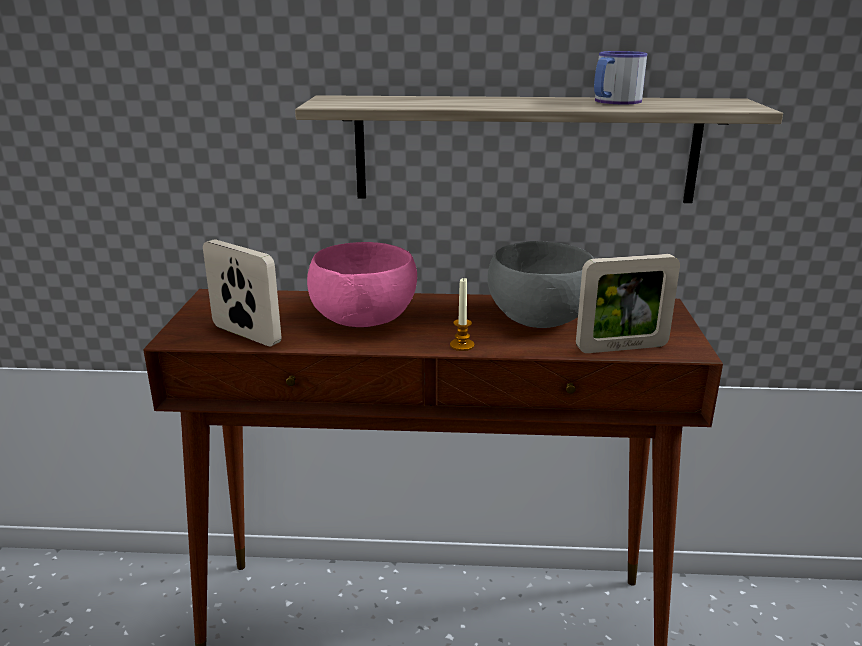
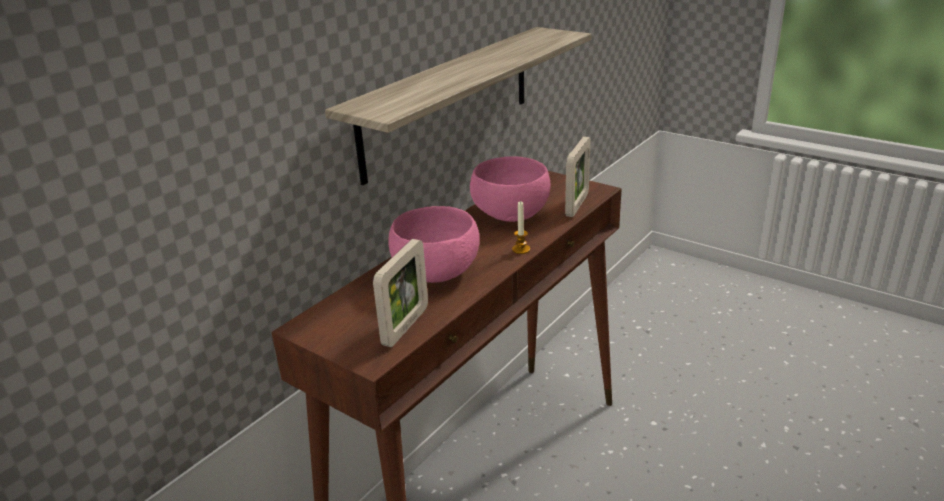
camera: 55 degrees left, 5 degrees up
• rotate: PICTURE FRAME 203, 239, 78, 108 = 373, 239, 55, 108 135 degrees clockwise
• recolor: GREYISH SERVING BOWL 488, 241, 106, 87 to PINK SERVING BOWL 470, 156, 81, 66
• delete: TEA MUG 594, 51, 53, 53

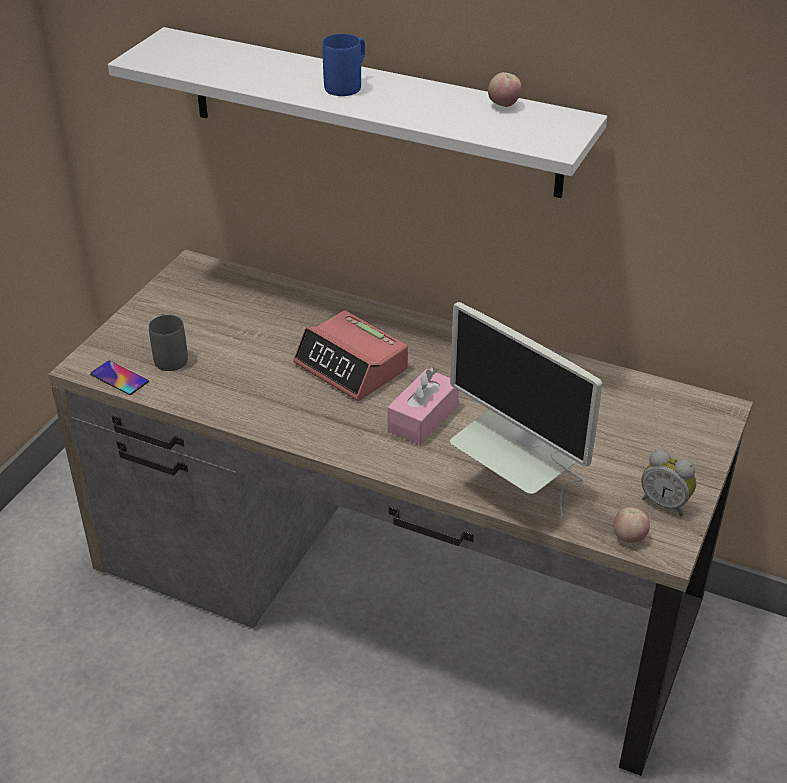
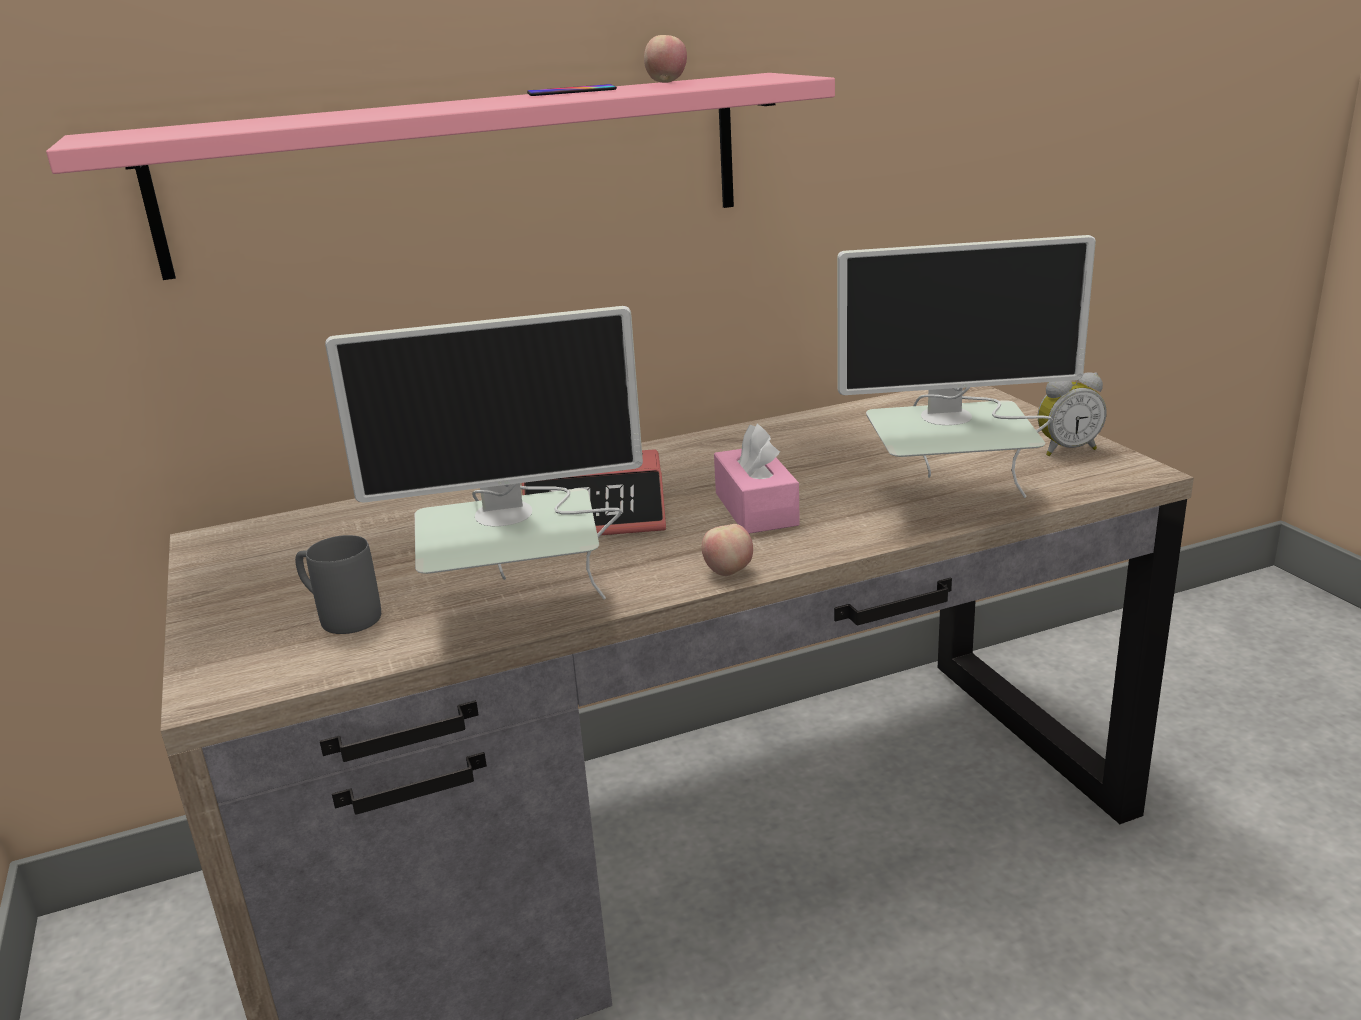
camera: 45 degrees left, 15 degrees down
• recolor: WHITISH BRACKET SHELF 108, 27, 499, 171 to PINK BRACKET SHELF 46, 73, 789, 207
• insert: COMPUTER DISPLAY 325, 306, 318, 294
• move: PHONE 90, 361, 59, 34 to 527, 84, 90, 12
• move: WHOLE APPLE 614, 507, 36, 36 to 702, 524, 51, 52
• delete: BLUISH TEA MUG 323, 34, 42, 62

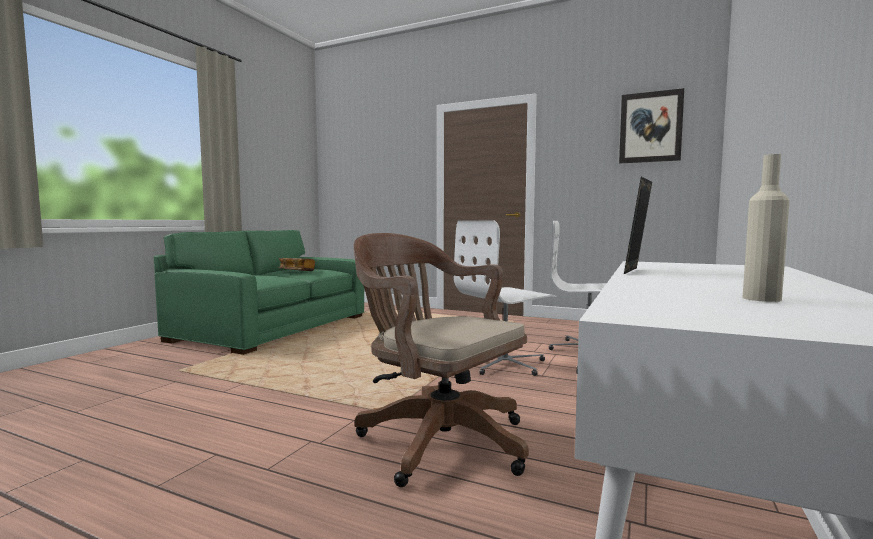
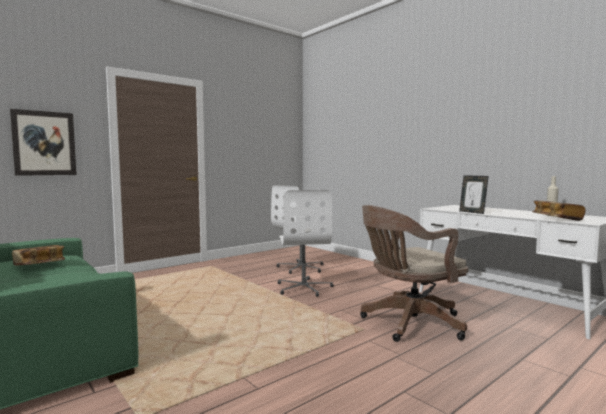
camera: 65 degrees left, 0 degrees up
• move: WALL ART 619, 88, 65, 76 to 10, 109, 67, 67
• insert: BOUND BOOK 532, 200, 54, 21

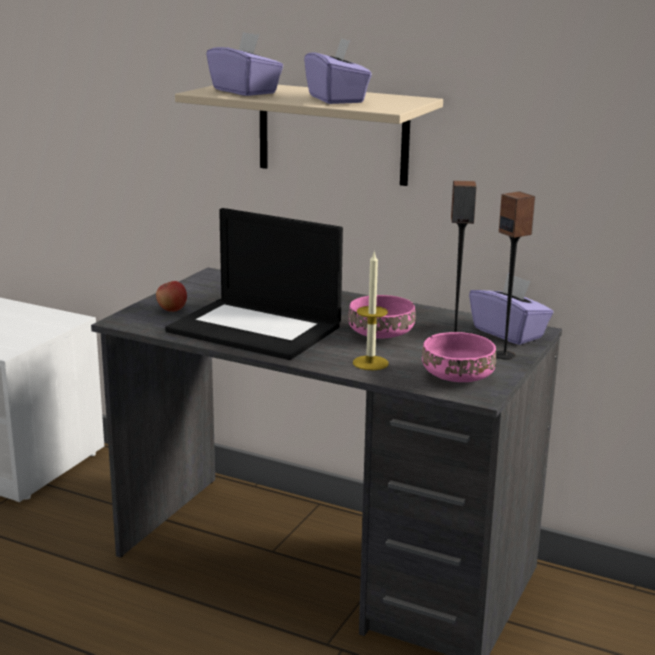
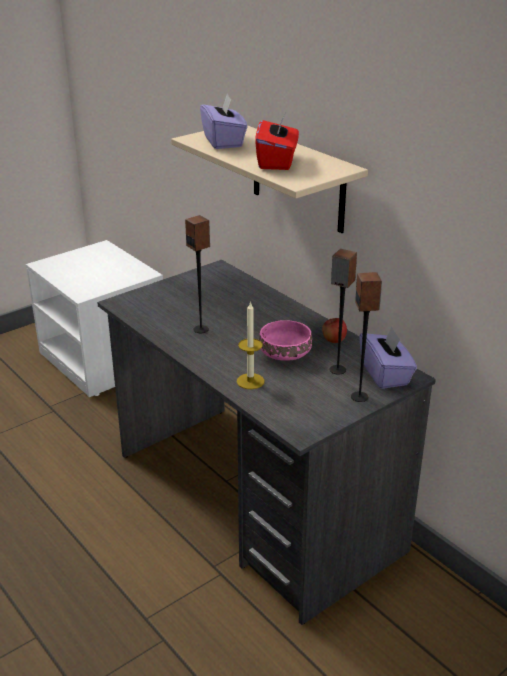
camera: 25 degrees right, 10 degrees up
• replace: PORTABLE COMPUTER 165, 208, 178, 152 to AUDIO SPEAKER 185, 215, 25, 118
• recolor: PURPLE-COLOURED BOX OF TISSUES 304, 38, 68, 66 to RED BOX OF TISSUES 255, 111, 44, 59
• move: WHOLE APPLE 156, 281, 31, 31 to 322, 318, 25, 25
• delete: PINK SERVING BOWL 422, 332, 74, 50

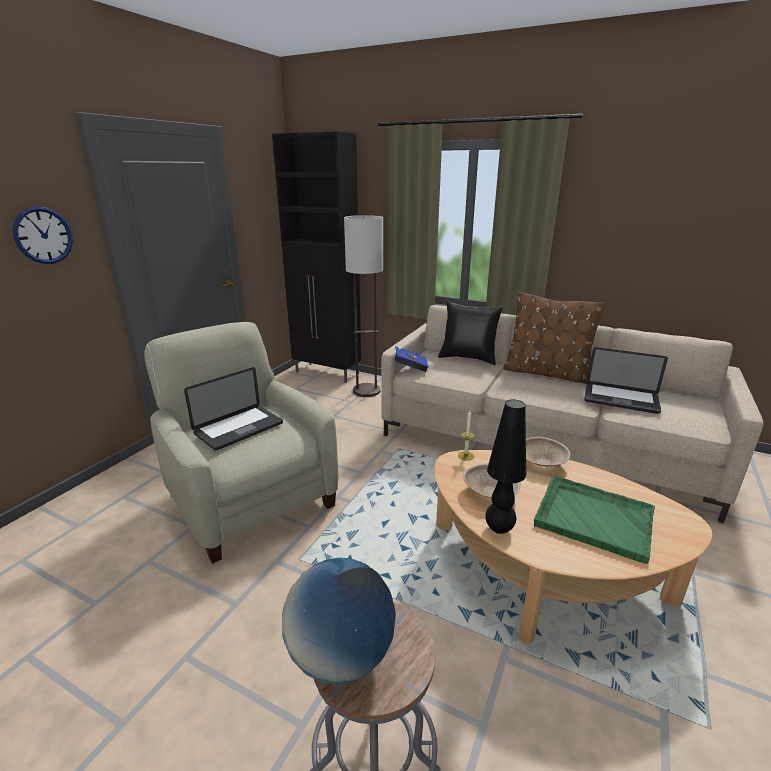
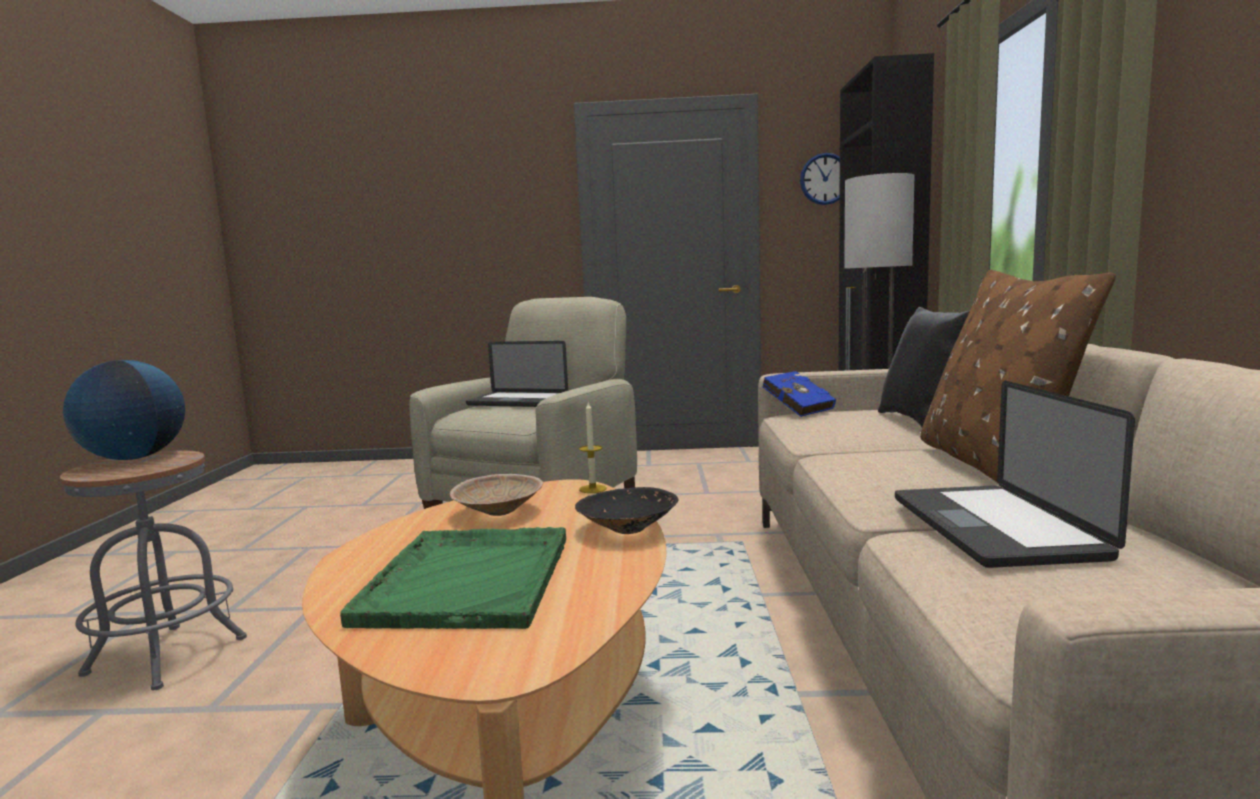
camera: 65 degrees right, 15 degrees down
• recolor: BEIGE-COLOURED SERVING BOWL 526, 437, 45, 30 to BLACK-COLOURED SERVING BOWL 575, 487, 104, 47
• move: WALL CLOCK 12, 206, 61, 58 to 800, 153, 40, 52
• delete: BLACK-COLOURED TABLETOP LAMP 485, 399, 41, 135

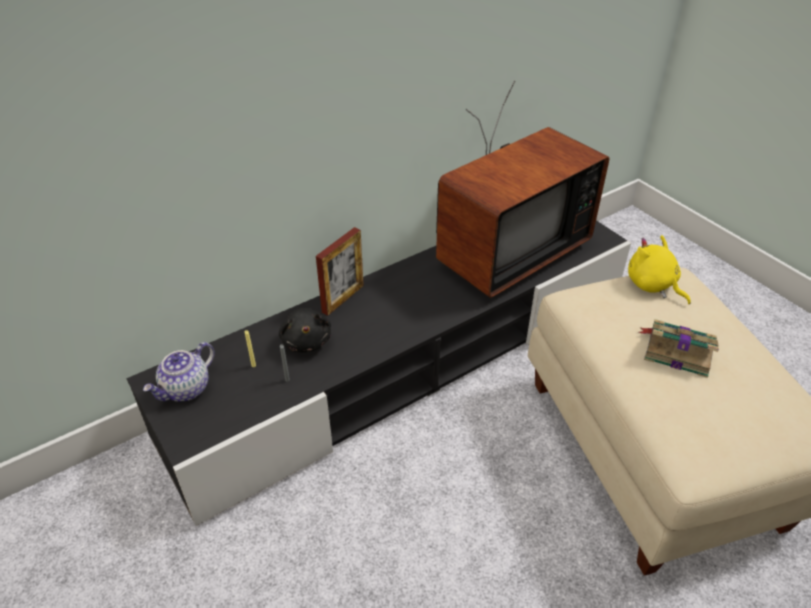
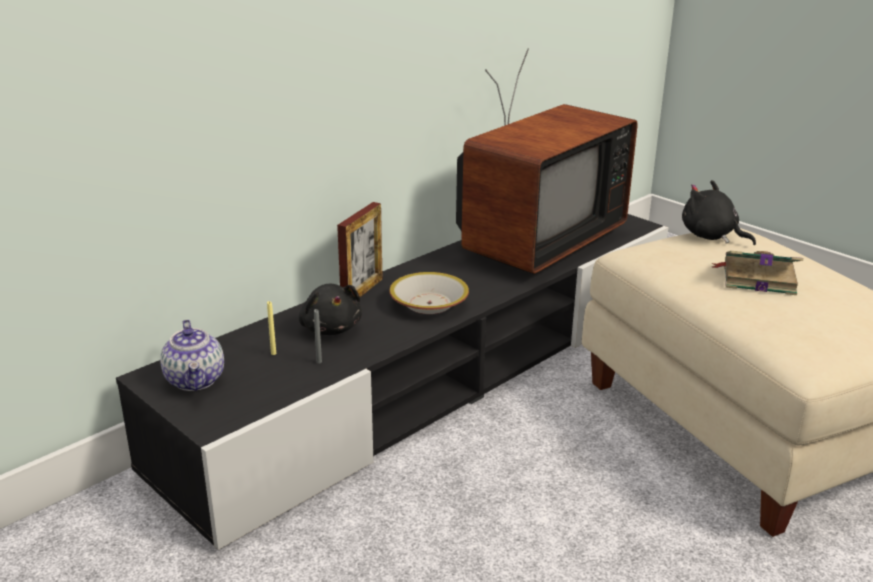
camera: 10 degrees left, 15 degrees down
• rotate: POT FOR TEA 143, 342, 72, 60 = 160, 320, 64, 71 45 degrees counterclockwise
• insert: SERVING BOWL 389, 272, 80, 42
• recolor: YELLOW-COLOURED PLUSH TOY 628, 235, 63, 69 to BLACK-COLOURED PLUSH TOY 682, 180, 74, 65

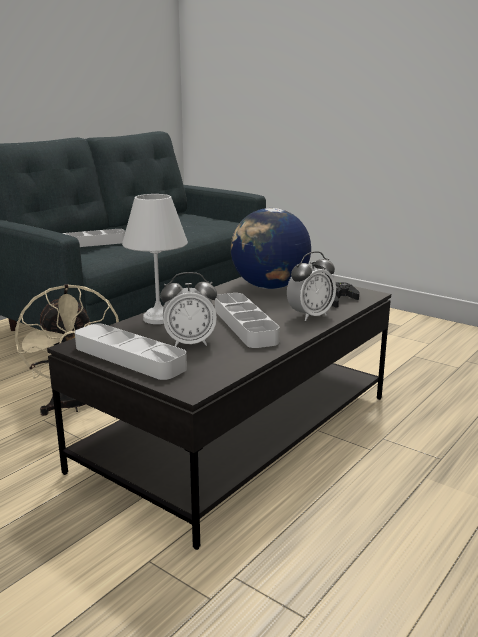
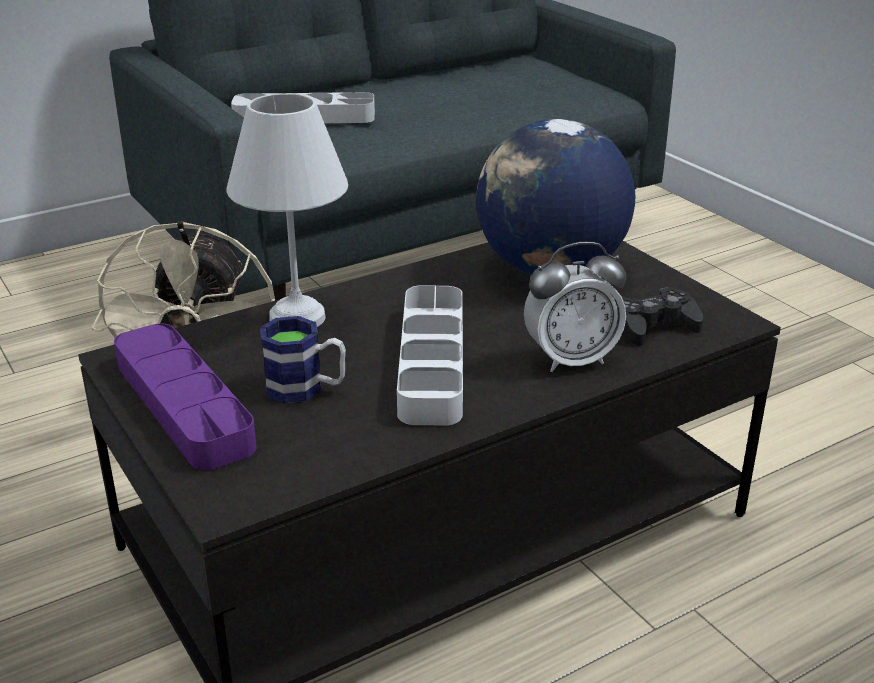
camera: 20 degrees right, 10 degrees up
• recolor: GREYISH SERVING TRAY 75, 323, 112, 57 to PURPLE-COLOURED SERVING TRAY 114, 324, 142, 146
• replace: TABLE CLOCK 160, 272, 57, 75 to TEA MUG 260, 316, 86, 87

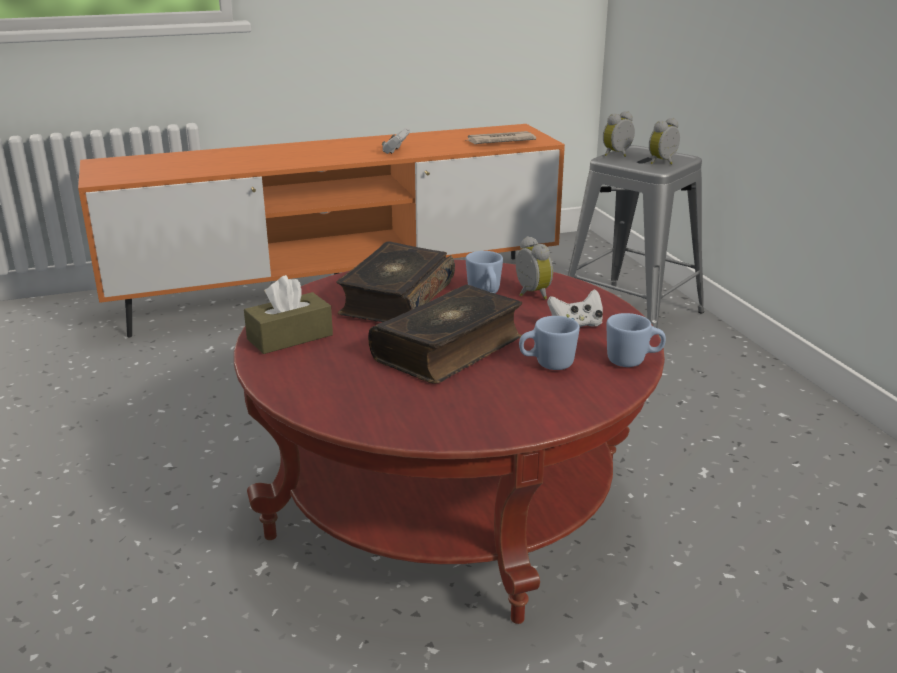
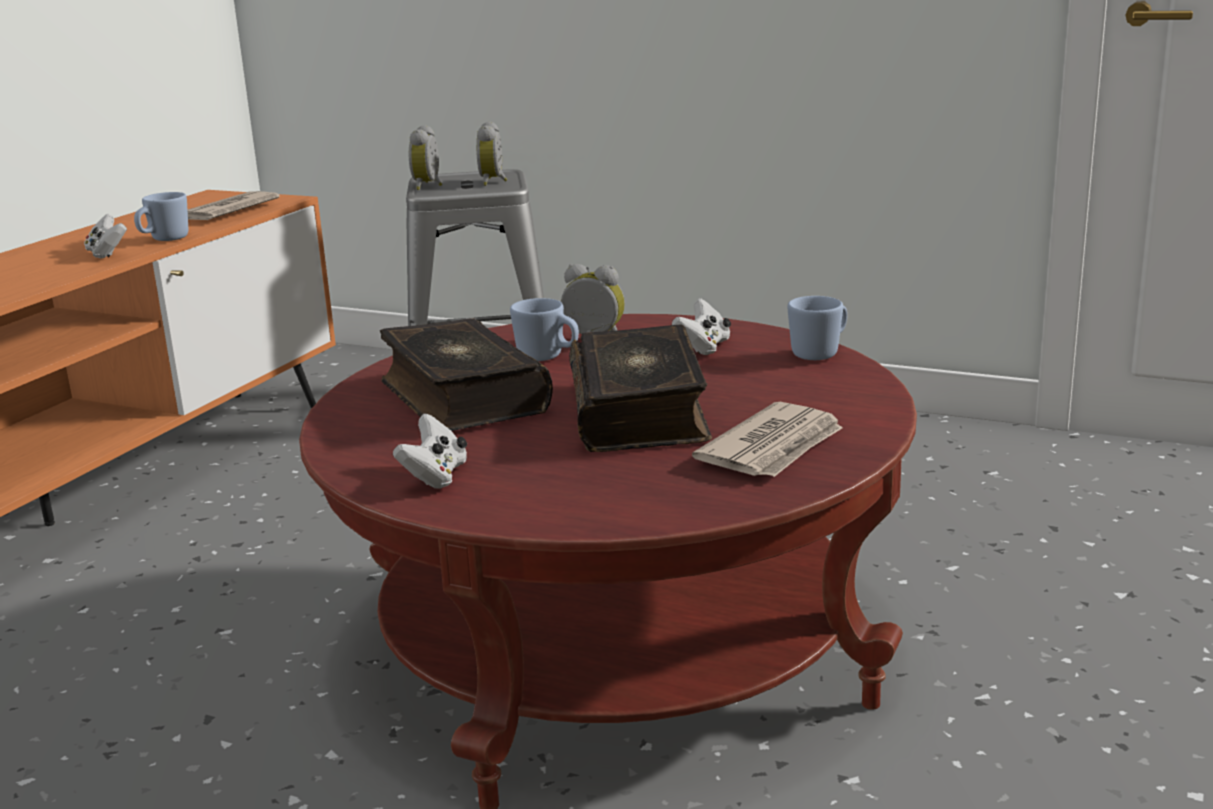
camera: 45 degrees left, 5 degrees down
• move: BLUISH TEA MUG 519, 316, 61, 54 to 134, 192, 54, 49
• replace: BROWN BOX OF TISSUES 244, 275, 89, 79 to WHITISH JOYPAD 393, 413, 74, 76
• insert: PRINTED PAPER 692, 402, 150, 75

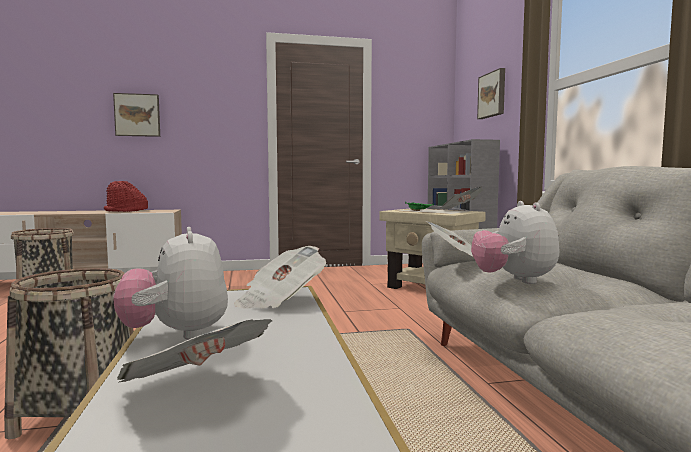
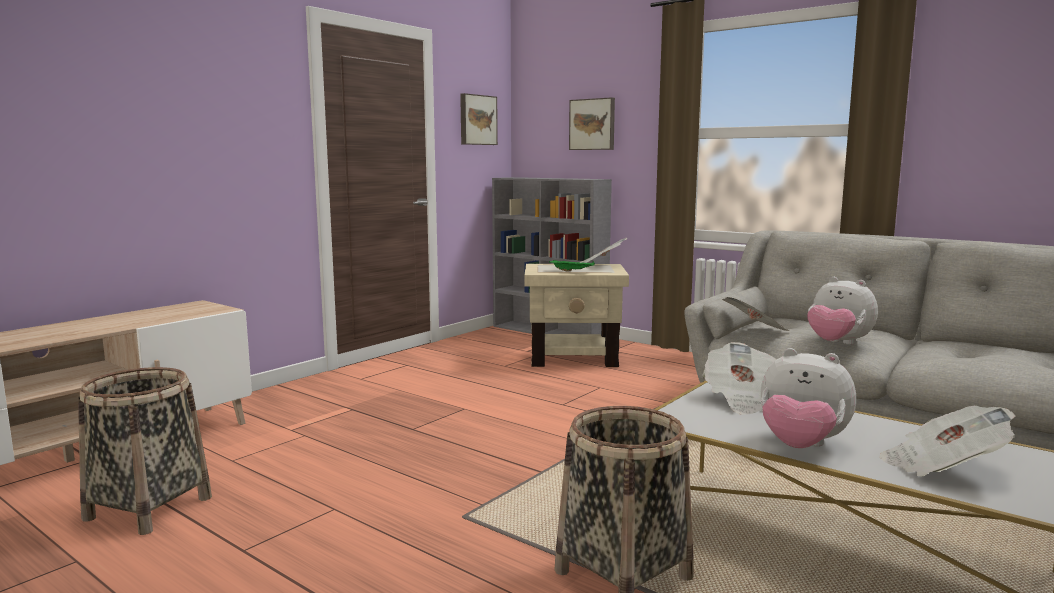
camera: 40 degrees left, 5 degrees up
• move: WALL ART 113, 93, 47, 44 to 460, 93, 38, 52
• delete: RED CLOTHING HAT 104, 181, 44, 31

